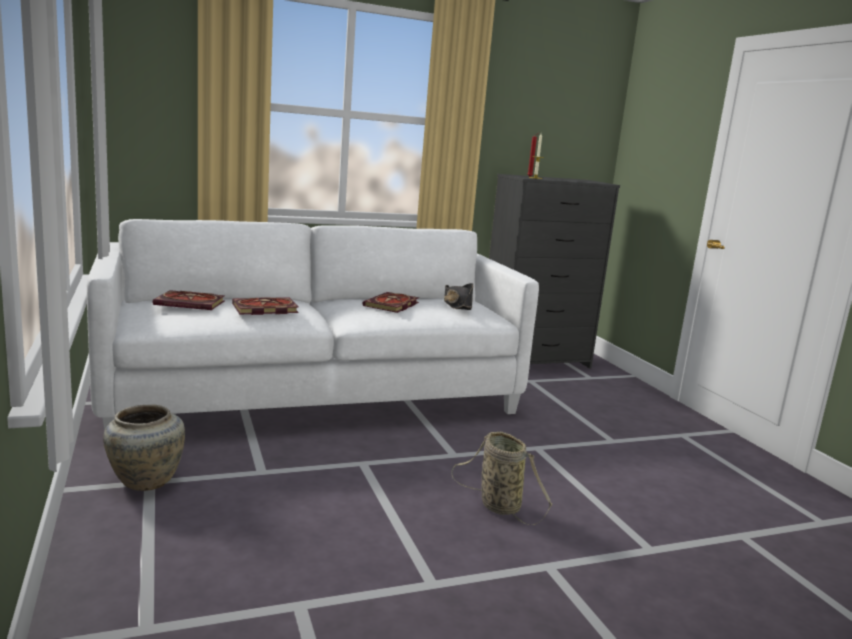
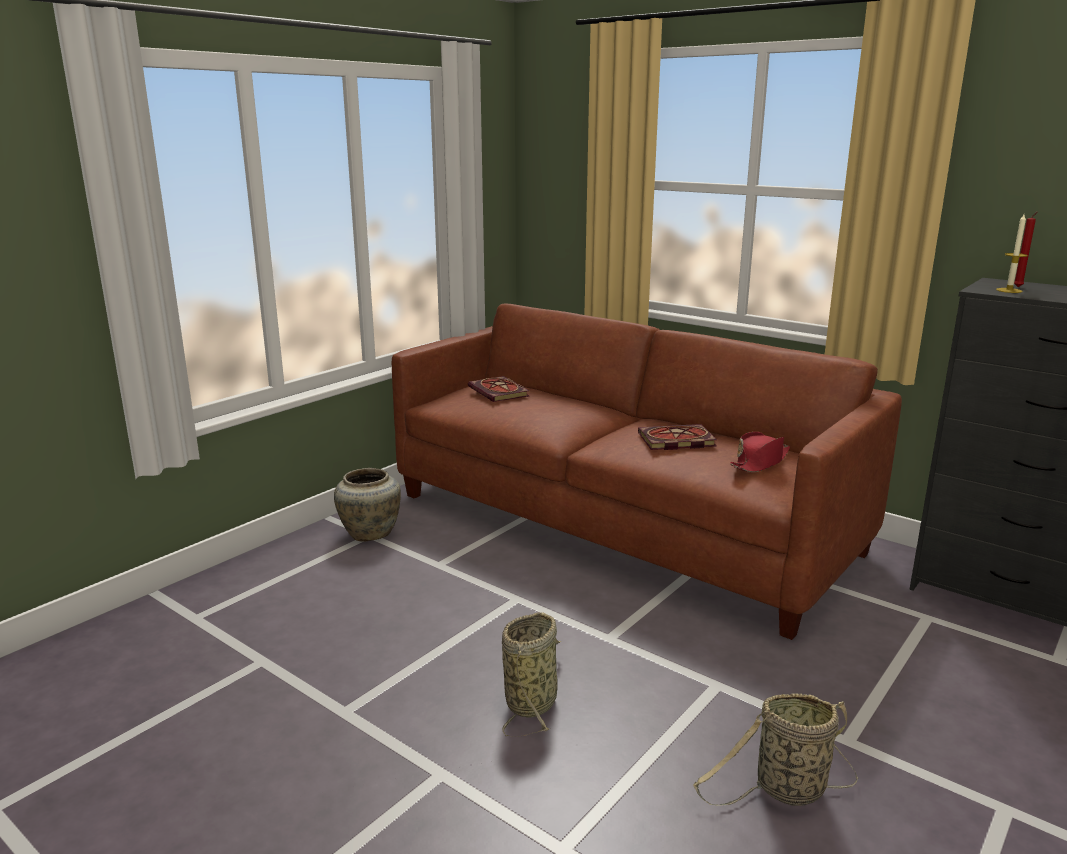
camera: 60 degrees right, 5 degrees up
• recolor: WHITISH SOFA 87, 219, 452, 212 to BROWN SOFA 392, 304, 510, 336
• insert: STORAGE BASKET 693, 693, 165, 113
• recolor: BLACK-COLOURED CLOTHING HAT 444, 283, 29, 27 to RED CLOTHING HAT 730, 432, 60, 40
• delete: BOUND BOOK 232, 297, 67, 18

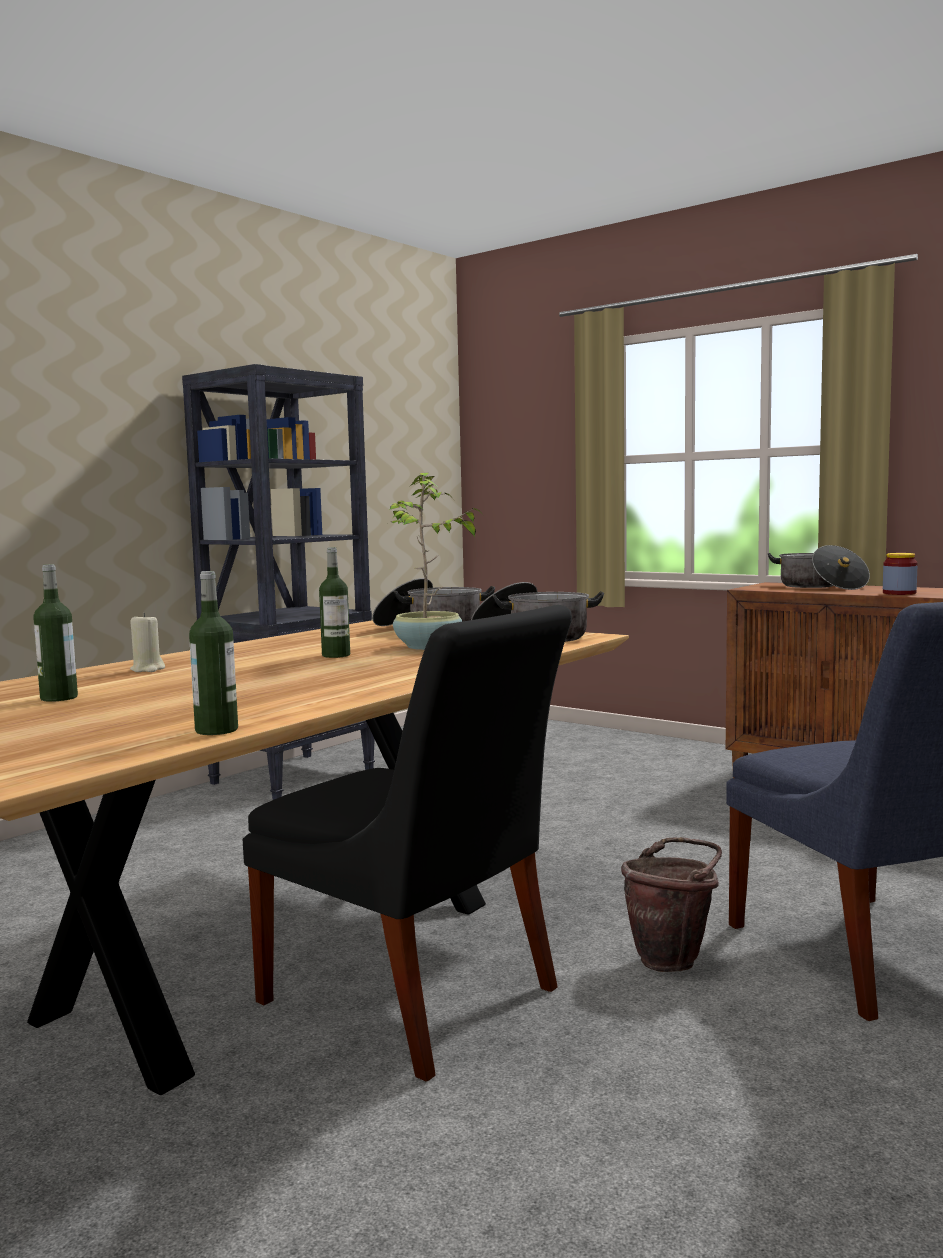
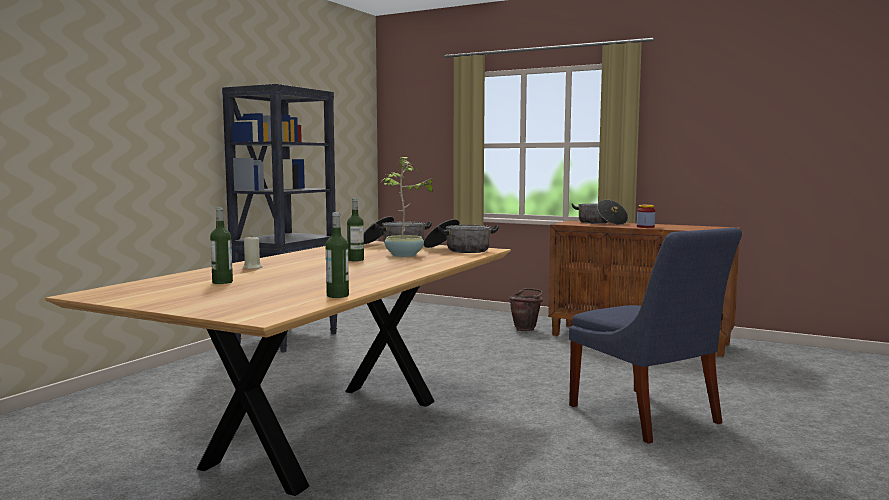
camera: 10 degrees left, 0 degrees up
• move: BROWN PAIL 621, 837, 101, 135 to 509, 288, 34, 43
• delete: BLACK-COLOURED CHAIR 243, 605, 329, 476

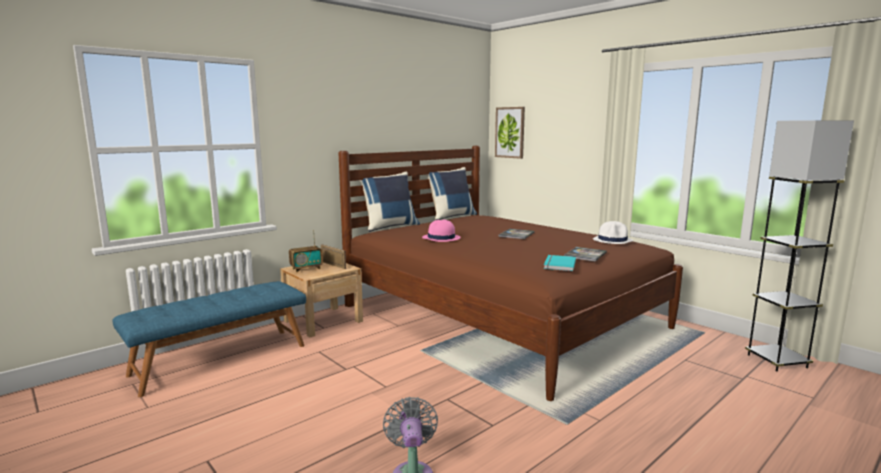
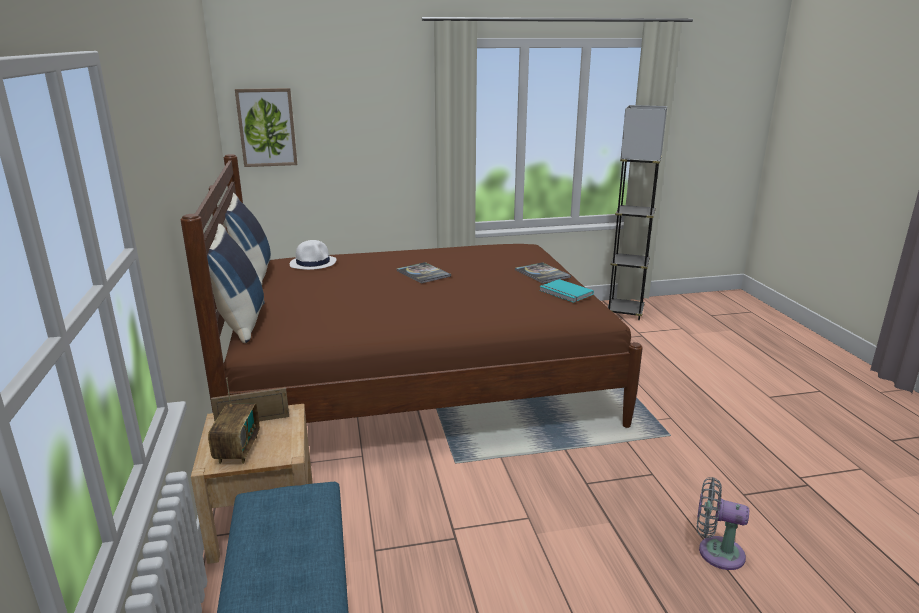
camera: 60 degrees left, 10 degrees up
• move: WHITISH CLOTHING HAT 593, 221, 41, 23 to 290, 240, 47, 30
• delete: PINK CLOTHING HAT 422, 220, 39, 22

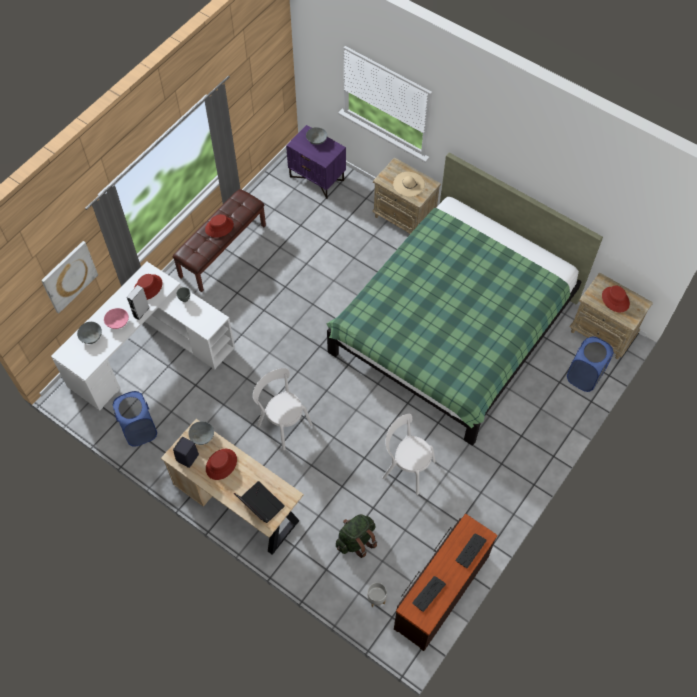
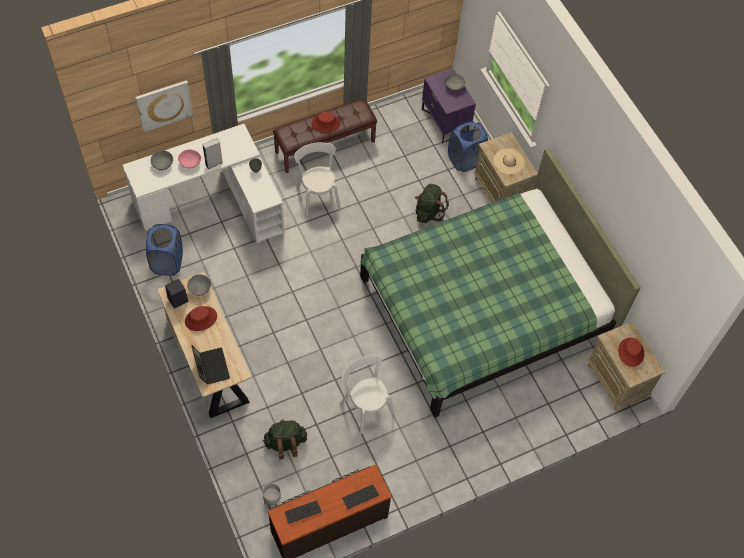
camera: 25 degrees right, 0 degrees up
• move: WHITISH CHAIR 253, 368, 59, 82 to 294, 142, 47, 74
• insert: GREEN-COLOURED BACKPACK 415, 184, 34, 39
• move: BLUISH HAMPER 567, 336, 47, 56 to 448, 121, 40, 51
• delete: RED CLOTHING HAT 134, 274, 29, 26

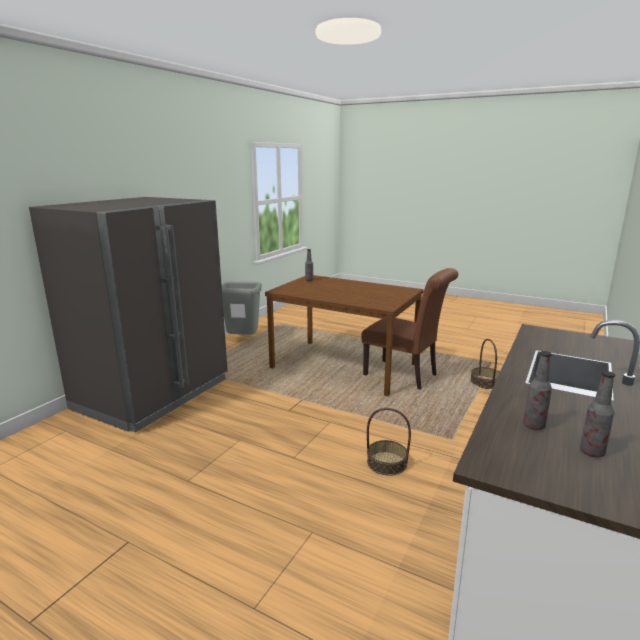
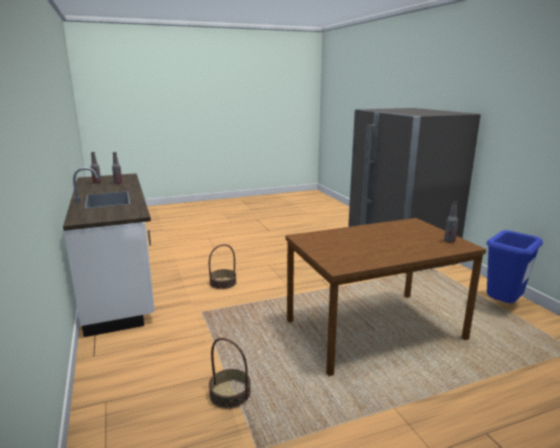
camera: 130 degrees right, 0 degrees up
• recolor: GREYISH RUBBISH BIN 222, 281, 40, 54 to BLUISH RUBBISH BIN 486, 230, 57, 73
• delete: BROWN CHAIR 361, 268, 97, 122

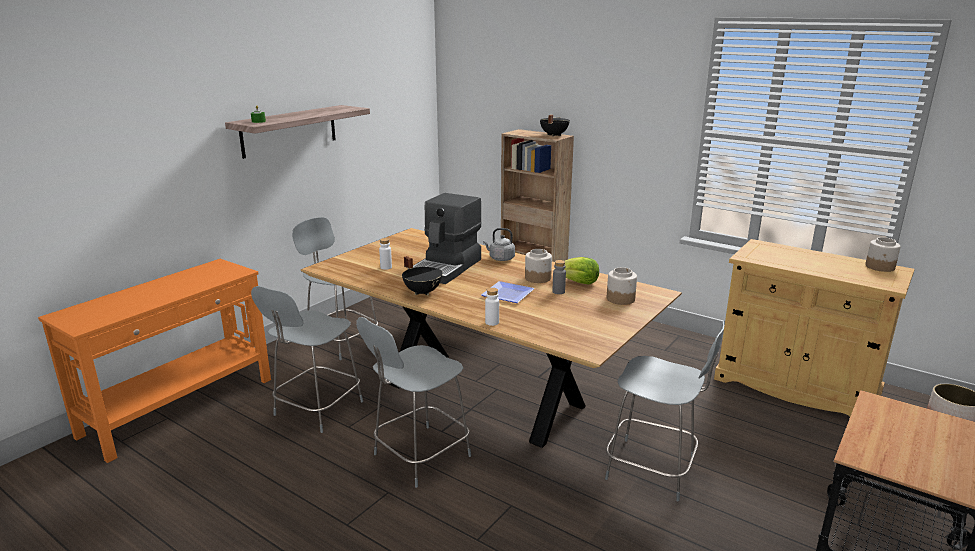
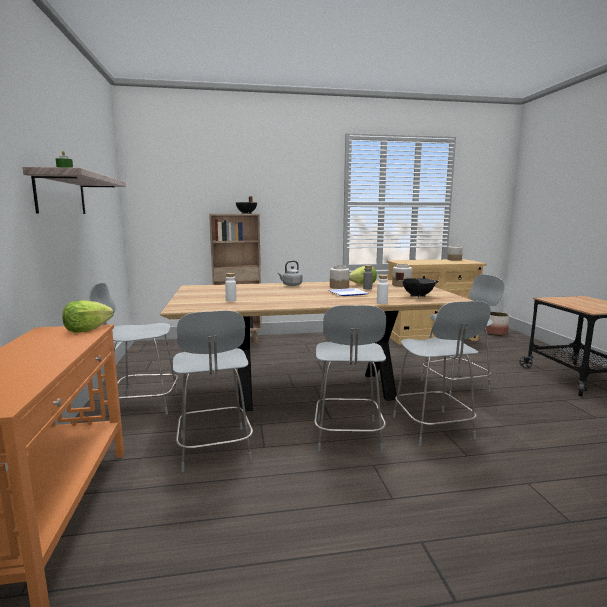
camera: 45 degrees left, 10 degrees down
• insert: LETTUCE HEAD 62, 300, 52, 32
• insert: GREYISH CHAIR 393, 301, 98, 145
• move: BLACK-COLOURED COOKING POT 402, 256, 41, 39 to 395, 272, 44, 26
• delete: COFFEE MAKER 407, 193, 74, 91

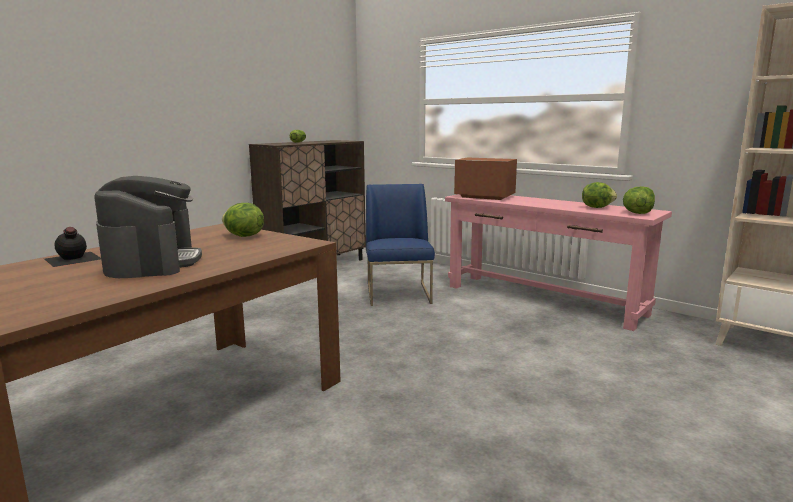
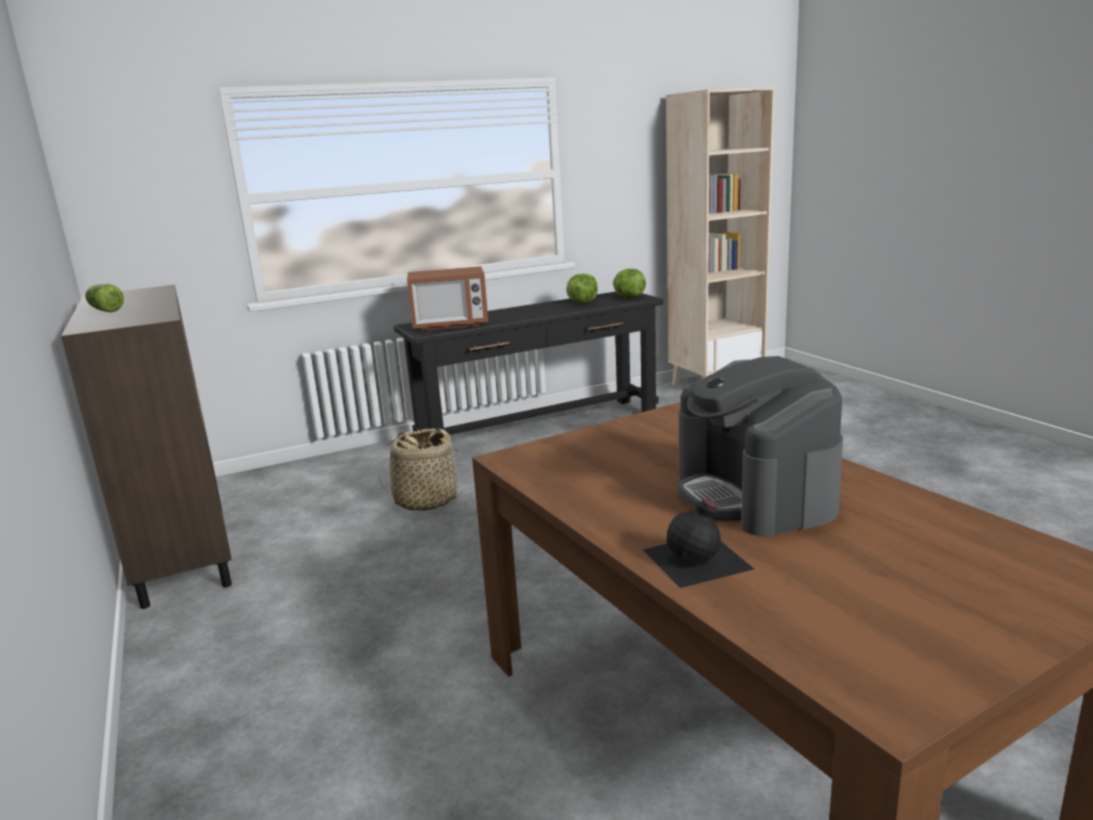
camera: 65 degrees left, 5 degrees up
• replace: BLUISH CHAIR 366, 184, 69, 122 to STORAGE BASKET 378, 428, 86, 83
• recolor: PINK NARROW TABLE 445, 194, 227, 137 to BLACK-COLOURED NARROW TABLE 394, 292, 269, 147
• rotate: MICROWAVE OVEN 454, 157, 63, 43 = 407, 266, 81, 65 150 degrees counterclockwise
• rotate: COFFEE MAKER 94, 176, 108, 102 = 678, 356, 165, 181 120 degrees counterclockwise
• delete: LETTUCE HEAD 222, 203, 42, 34

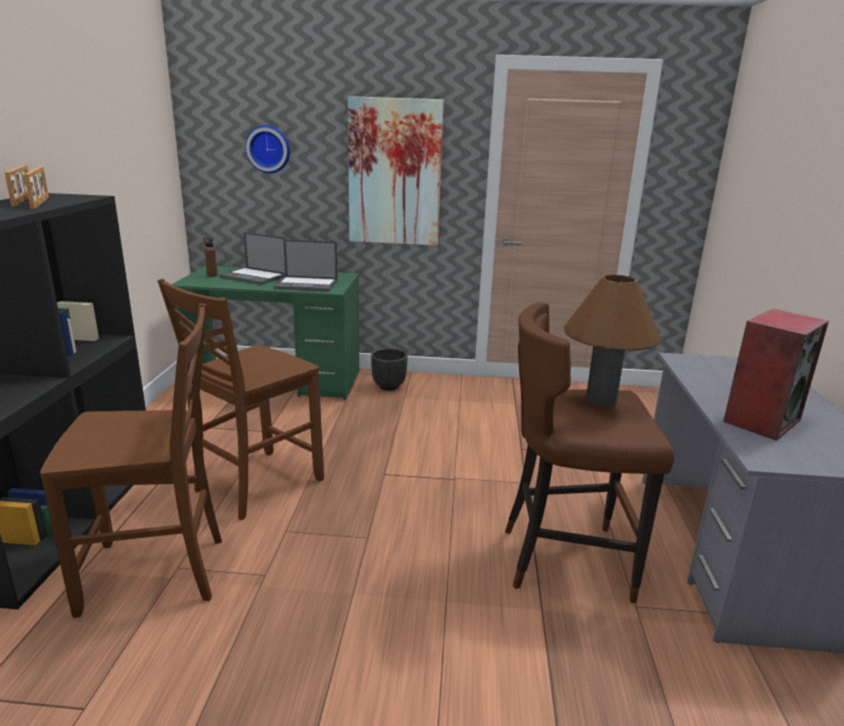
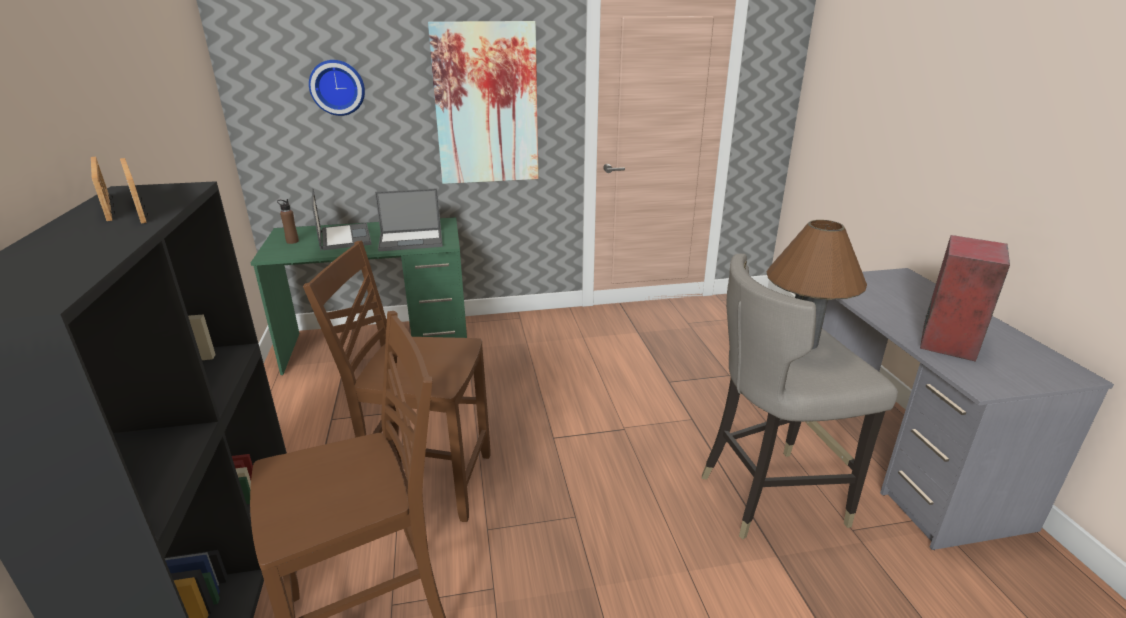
camera: 15 degrees left, 5 degrees up
• rotate: BROWN CHAIR 158, 279, 166, 241 = 303, 241, 188, 281 75 degrees clockwise
• rotate: PORTABLE COMPUTER 219, 232, 67, 53 = 312, 188, 60, 63 120 degrees counterclockwise
• recolor: BROWN STOOL SEAT 505, 303, 169, 300 to GREYISH STOOL SEAT 702, 254, 196, 285
• delete: BLACK-COLOURED PLANT POT 371, 348, 37, 42

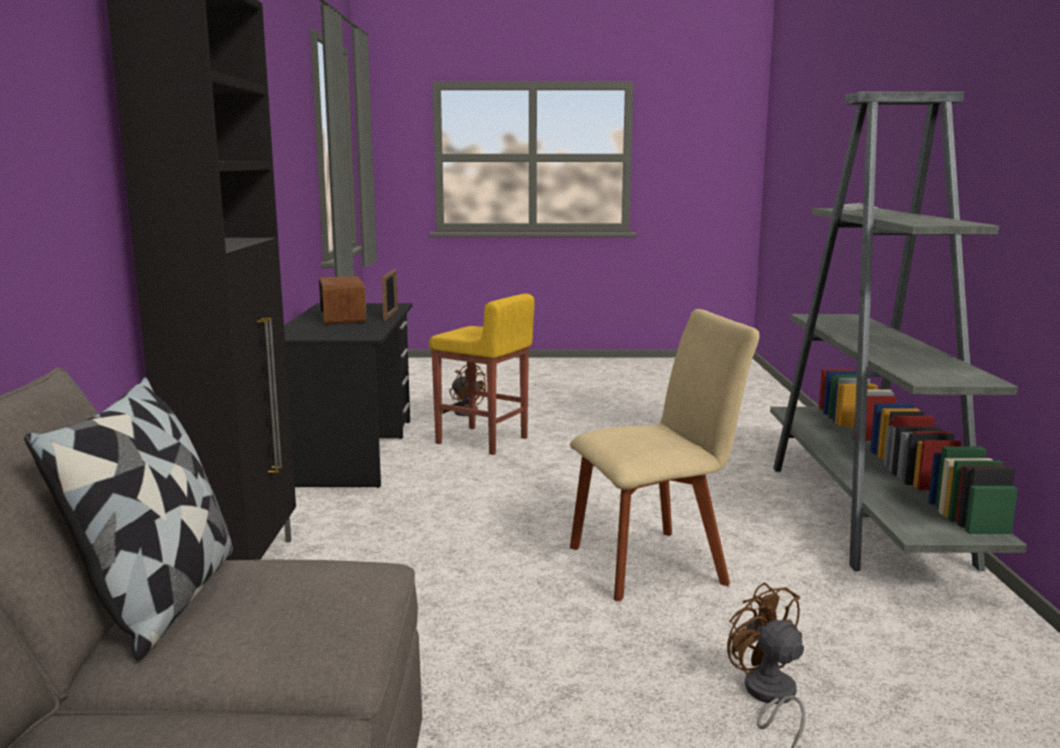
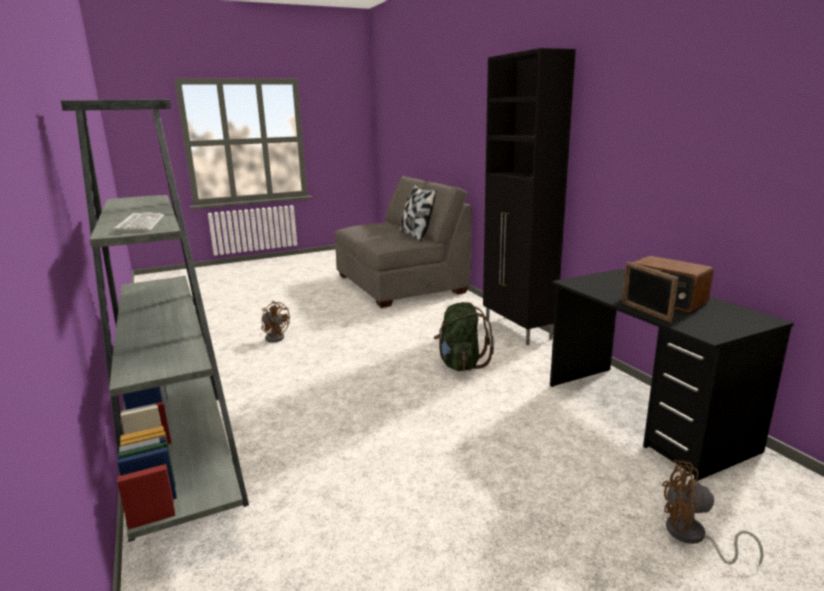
camera: 155 degrees right, 5 degrees up
• insert: GREEN-COLOURED BACKPACK 434, 302, 60, 69
• delete: YELLOW-COLOURED STOOL SEAT 429, 294, 106, 161
• delete: BEIGE-COLOURED CHAIR 570, 309, 190, 292

